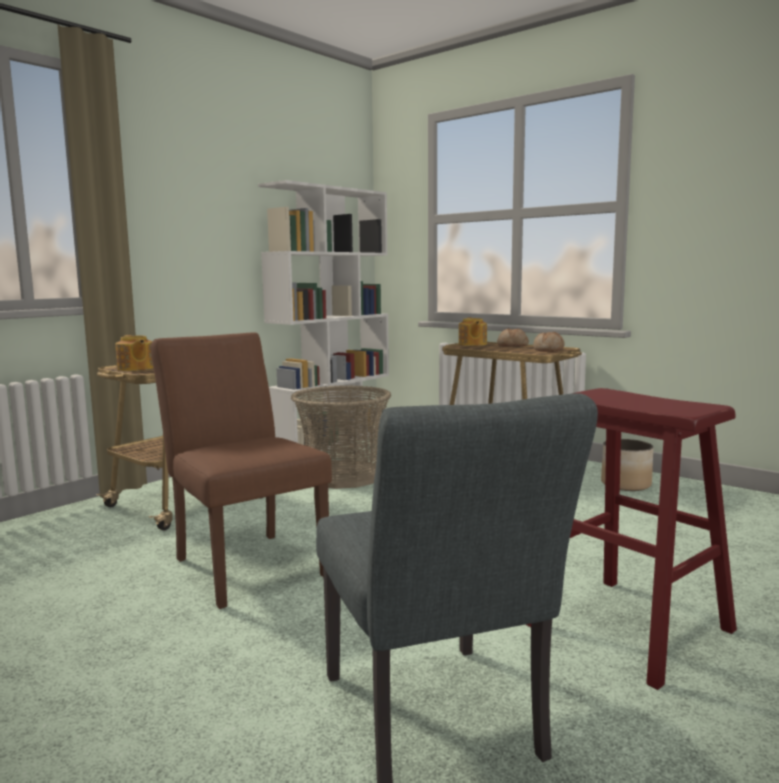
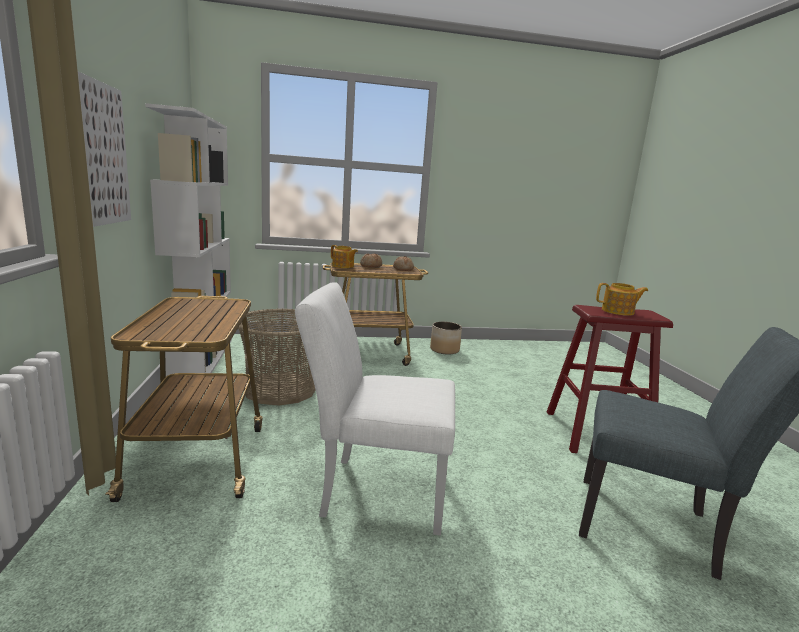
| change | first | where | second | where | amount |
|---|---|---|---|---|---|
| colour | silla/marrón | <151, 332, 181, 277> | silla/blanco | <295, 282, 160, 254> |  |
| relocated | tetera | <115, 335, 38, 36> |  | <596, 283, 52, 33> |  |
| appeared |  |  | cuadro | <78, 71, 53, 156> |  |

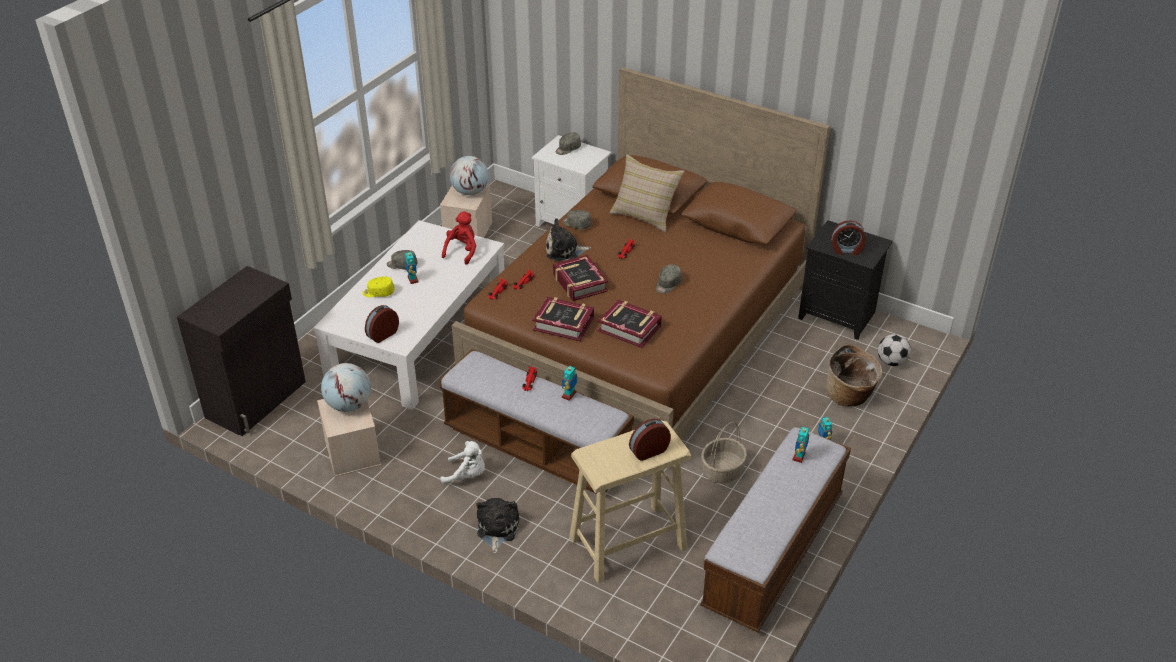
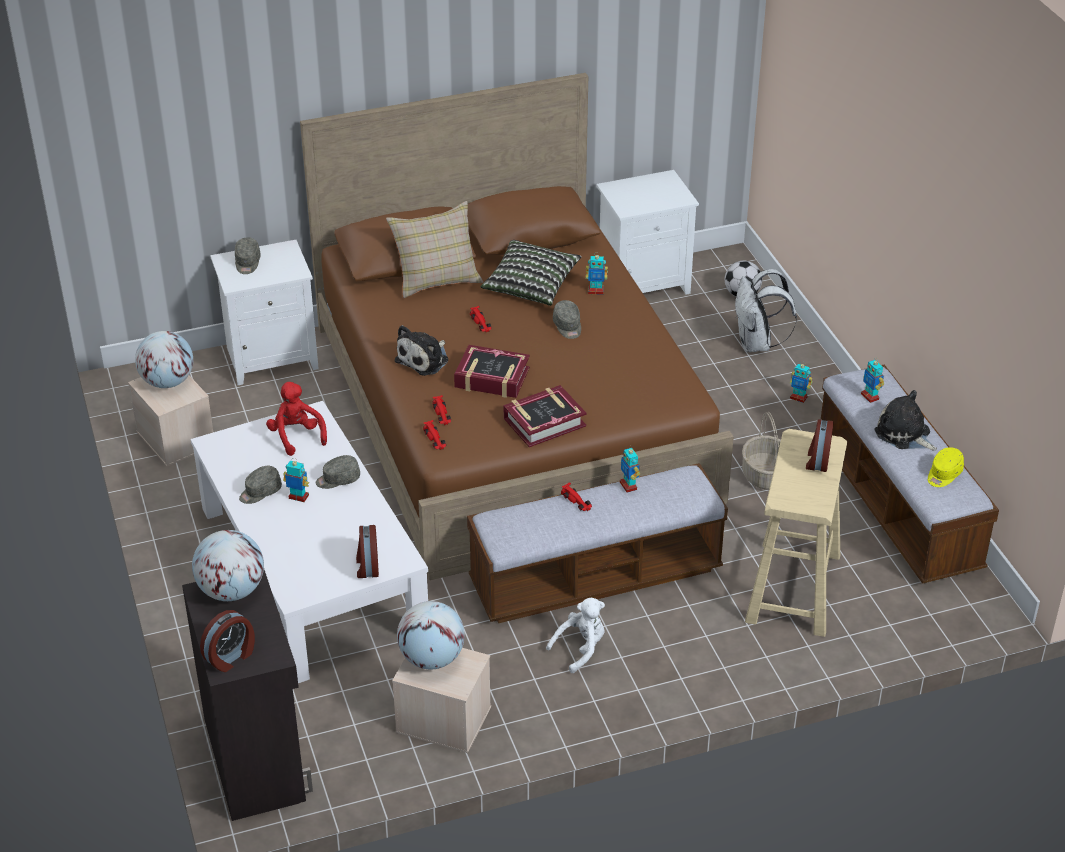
| change | first | where | second | where | amount |
|---|---|---|---|---|---|
| relocated | gorra/gris | <563, 210, 29, 19> |  | <316, 455, 44, 34> |  |
| colour | mesita de noche/negro | <798, 220, 95, 120> | mesita de noche/blanco | <597, 170, 102, 125> |  |
| relocated | despertador | <831, 220, 35, 35> |  | <200, 610, 55, 62> |  |
| relocated | gorra/amarillo | <362, 276, 33, 21> |  | <928, 447, 36, 40> |  |
| missing | libro | <597, 300, 65, 48> |  |  |  |
| exchanged | cesta | <826, 344, 56, 63> | mochila/blanco | <735, 269, 62, 83> |  |
| relocated | peluche | <476, 498, 43, 55> |  | <874, 390, 63, 60> |  |
| appeared |  |  | cojín | <481, 240, 101, 66> |  |
| appeared |  |  | robot de juguete | <586, 252, 22, 43> |  |
| appeared |  |  | globo terráqueo | <192, 530, 72, 71> |  |

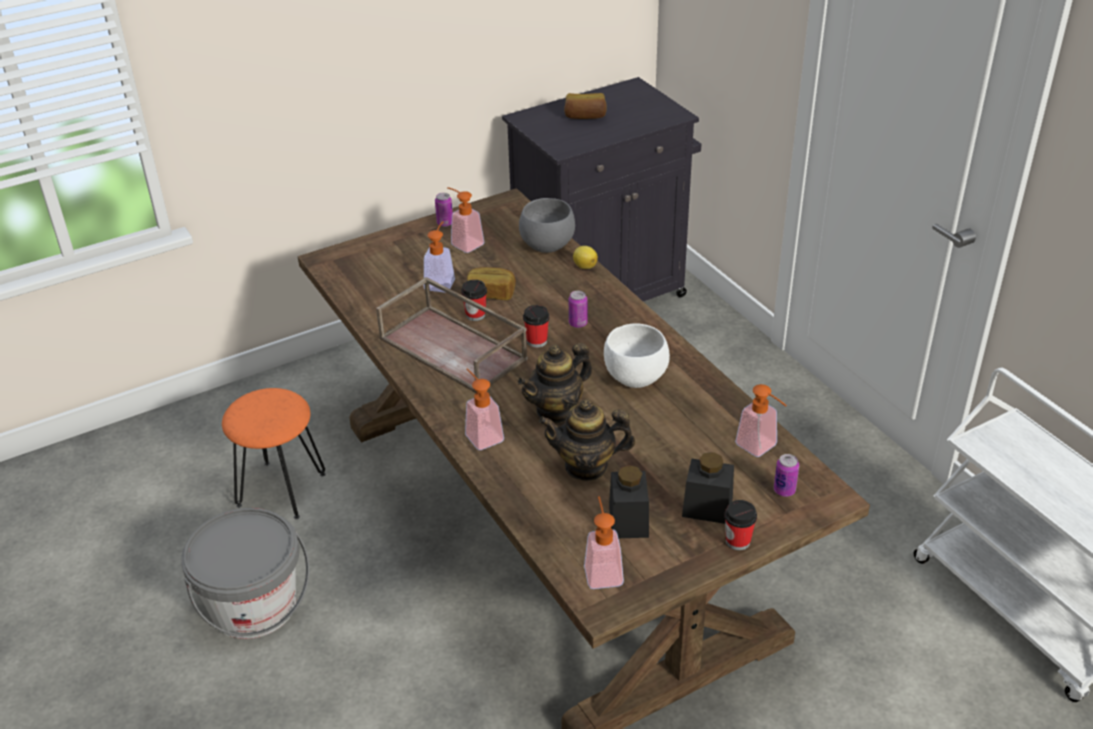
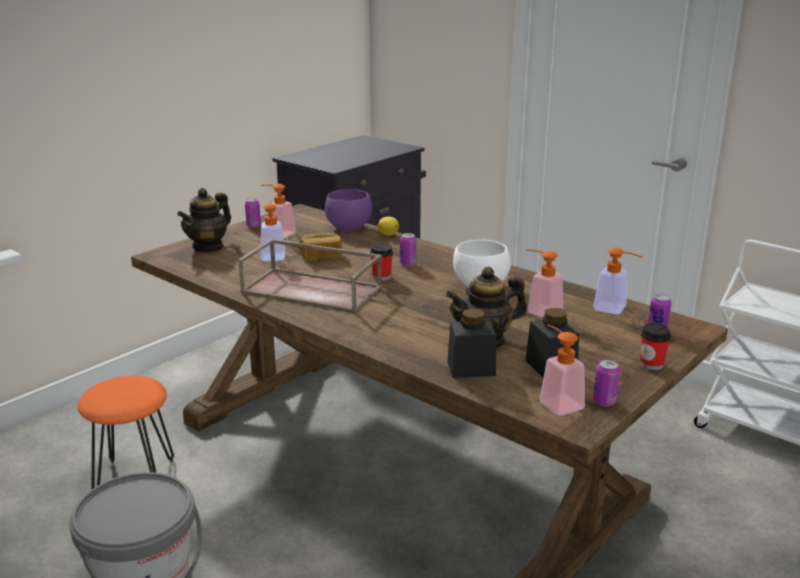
| change | first | where | second | where | amount |
|---|---|---|---|---|---|
| missing | pan | <564, 93, 43, 26> |  |  |  |
| colour | cuenco/gris | <519, 198, 56, 55> | cuenco/morado | <325, 189, 47, 42> |  |
| missing | taza | <461, 280, 26, 41> |  |  |  |
| relocated | tetera | <518, 343, 74, 81> |  | <177, 188, 54, 65> |  |
| relocated | dispensador de jabón | <465, 369, 39, 81> |  | <526, 249, 37, 68> |  |
| relocated | tarro/negro | <682, 452, 52, 72> |  | <447, 308, 49, 70> |  |
| appeared |  |  | lata | <593, 360, 27, 46> |  |

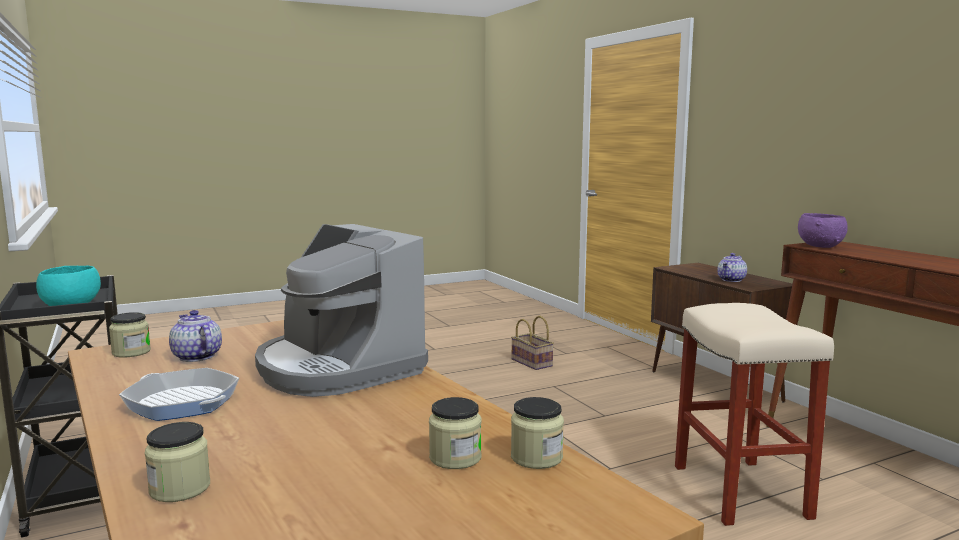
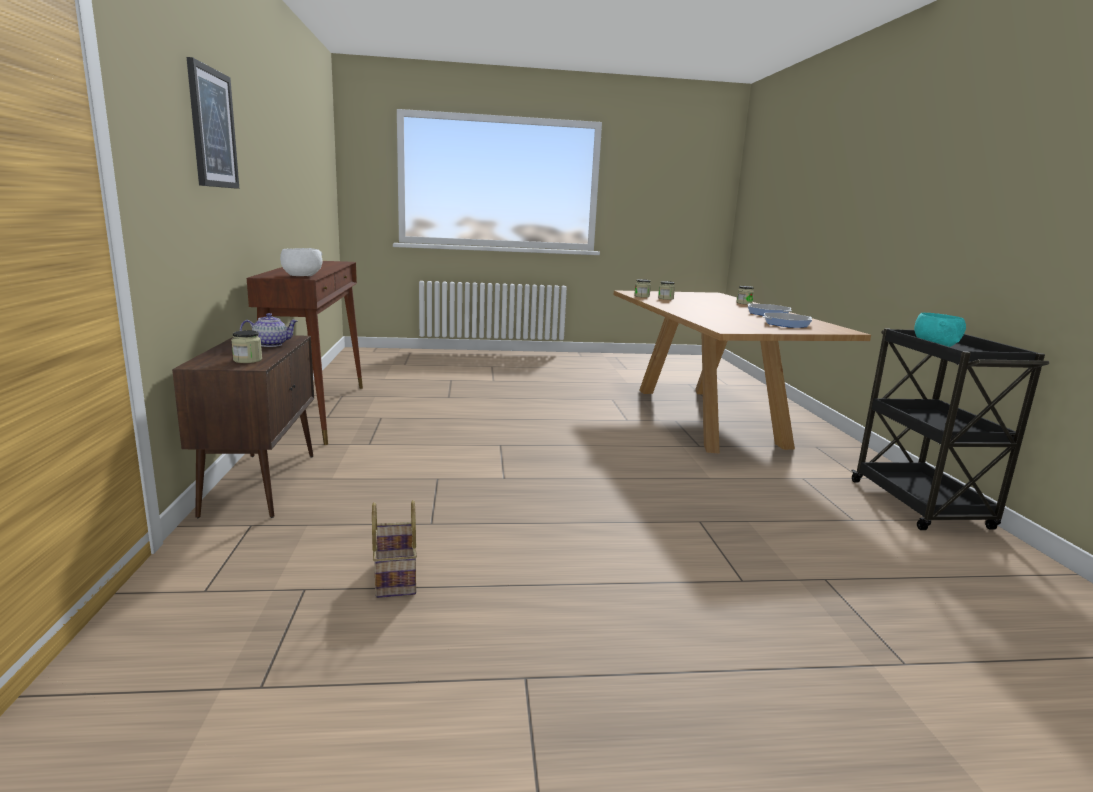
| change | first | where | second | where | amount |
|---|---|---|---|---|---|
| colour | cuenco/morado | <798, 213, 50, 35> | cuenco/blanco | <280, 248, 43, 28> |  |
| missing | cafetera | <255, 224, 173, 173> |  |  |  |
| missing | taburete/beis | <675, 303, 159, 223> |  |  |  |
| exchanged | tetera | <169, 310, 53, 52> | sartén | <762, 313, 50, 14> |  |
| relocated | tarro | <109, 312, 42, 45> |  | <231, 330, 31, 33> |  |
| appeared |  |  | cuadro | <186, 57, 53, 132> |  |

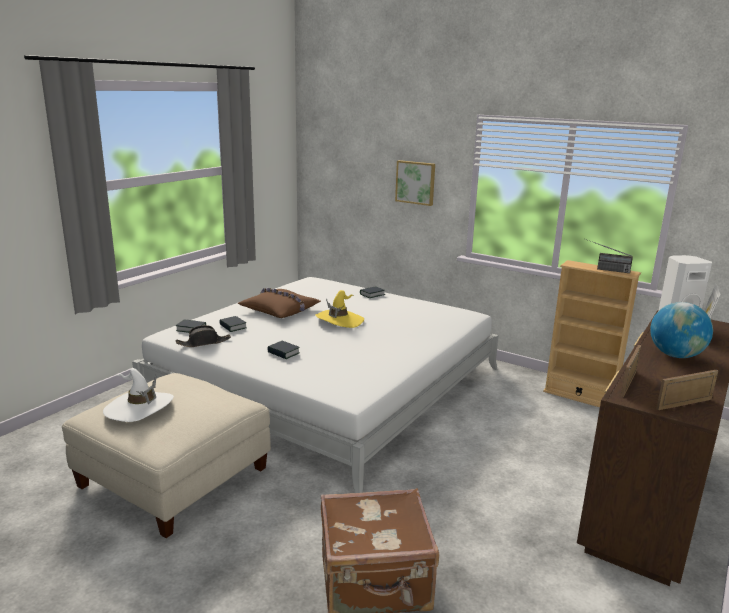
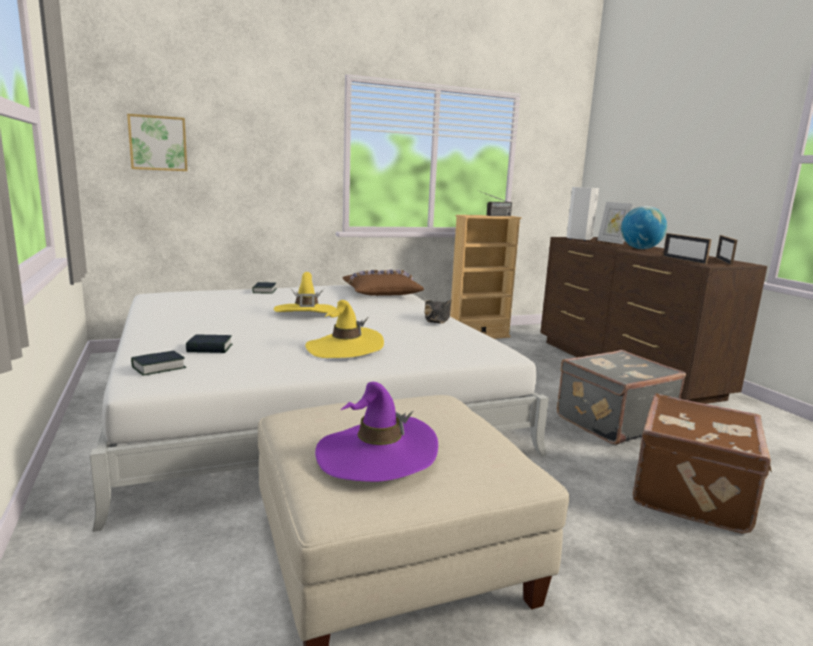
| change | first | where | second | where | amount |
|---|---|---|---|---|---|
| relocated | cuadro | <395, 160, 40, 46> |  | <127, 114, 60, 57> |  |
| relocated | cojín/marrón | <238, 288, 83, 30> |  | <342, 269, 82, 27> |  |
| relocated | sombrero/negro | <176, 325, 55, 22> |  | <424, 300, 27, 24> |  |
| exchanged | libro | <267, 341, 33, 18> | sombrero/amarillo | <305, 300, 79, 58> |  |
| colour | sombrero/blanco | <103, 368, 71, 54> | sombrero/morado | <315, 382, 123, 100> |  |
| appeared |  |  | maleta/gris | <557, 350, 129, 95> |  |

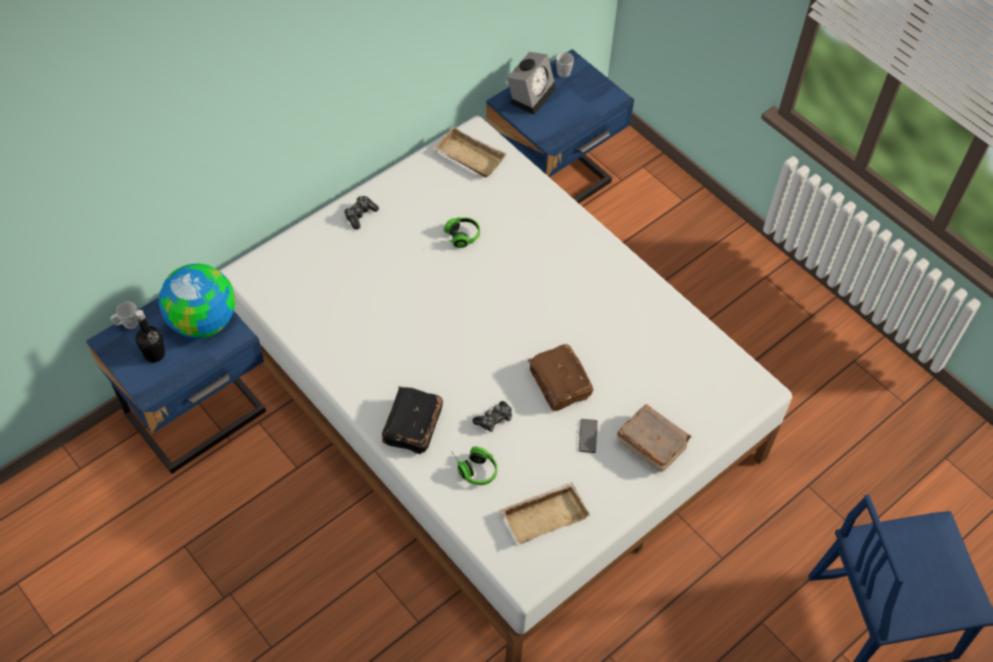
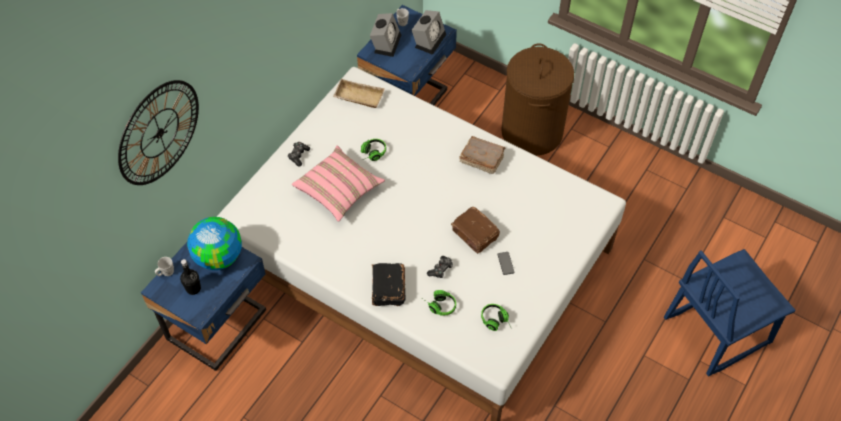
| change | first | where | second | where | amount |
|---|---|---|---|---|---|
| relocated | libro/marrón | <616, 404, 75, 68> |  | <460, 136, 45, 38> |  |
| exchanged | bandeja/beis | <501, 482, 89, 62> | auriculares | <481, 304, 31, 27> |  |
| appeared |  |  | despertador | <412, 10, 34, 45> |  |
| appeared |  |  | cesto de la ropa/marrón | <501, 43, 73, 113> |  |
| appeared |  |  | reloj de pared | <118, 80, 81, 105> |  |
| appeared |  |  | cojín/rosa | <292, 146, 93, 75> |  |

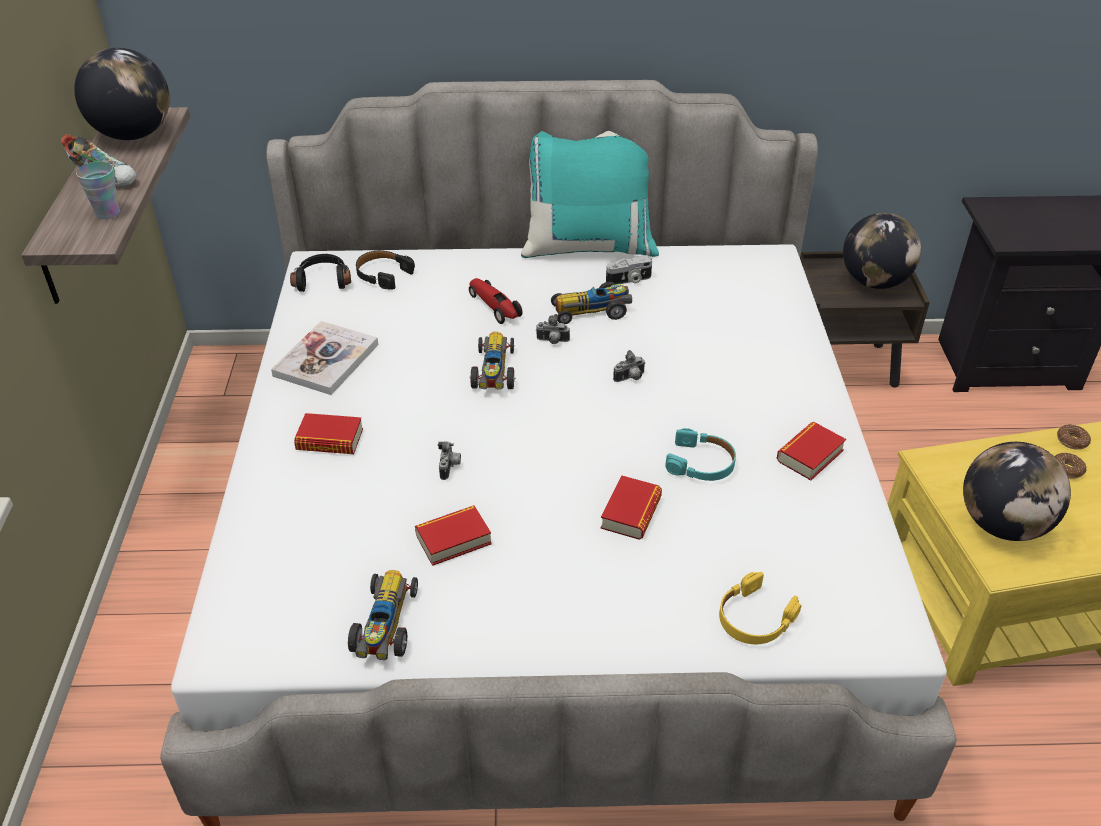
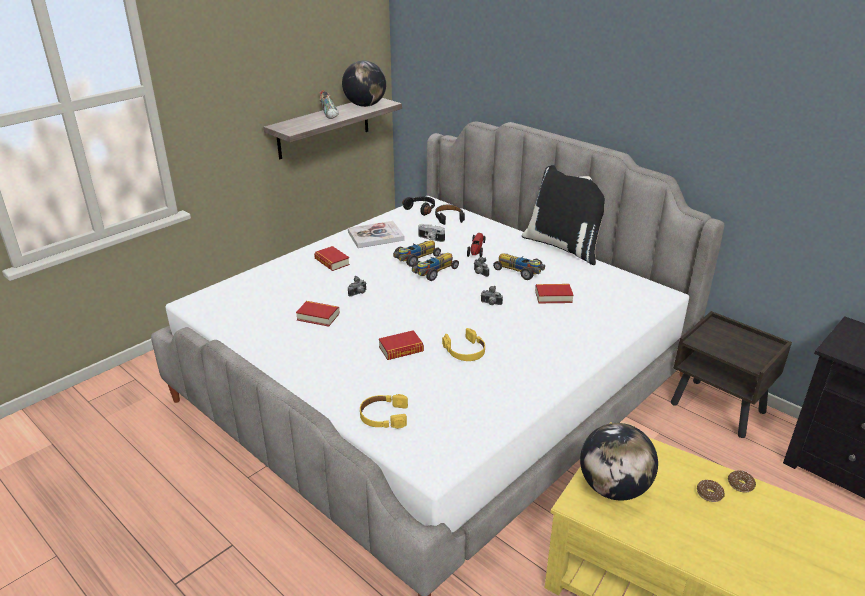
| change | first | where | second | where | amount |
|---|---|---|---|---|---|
| colour | cojín/turquesa | <521, 131, 138, 127> | cojín/negro | <522, 165, 83, 100> |  |
| missing | taza | <76, 161, 44, 58> |  |  |  |
| missing | globo terráqueo | <843, 213, 78, 76> |  |  |  |
| relocated | cámara | <606, 255, 46, 29> |  | <418, 224, 27, 18> |  |
| relocated | libro | <776, 422, 70, 58> |  | <535, 284, 38, 19> |  |
| colour | auriculares/turquesa | <666, 428, 70, 53> | auriculares/amarillo | <442, 328, 43, 33> |  |
| relocated | coche de juguete | <348, 570, 70, 90> |  | <393, 240, 48, 27> |  |

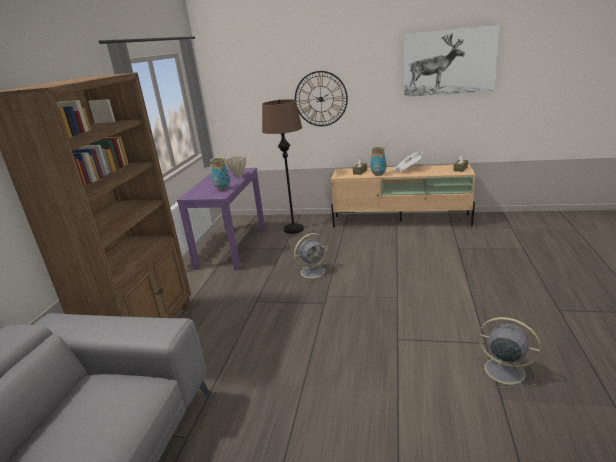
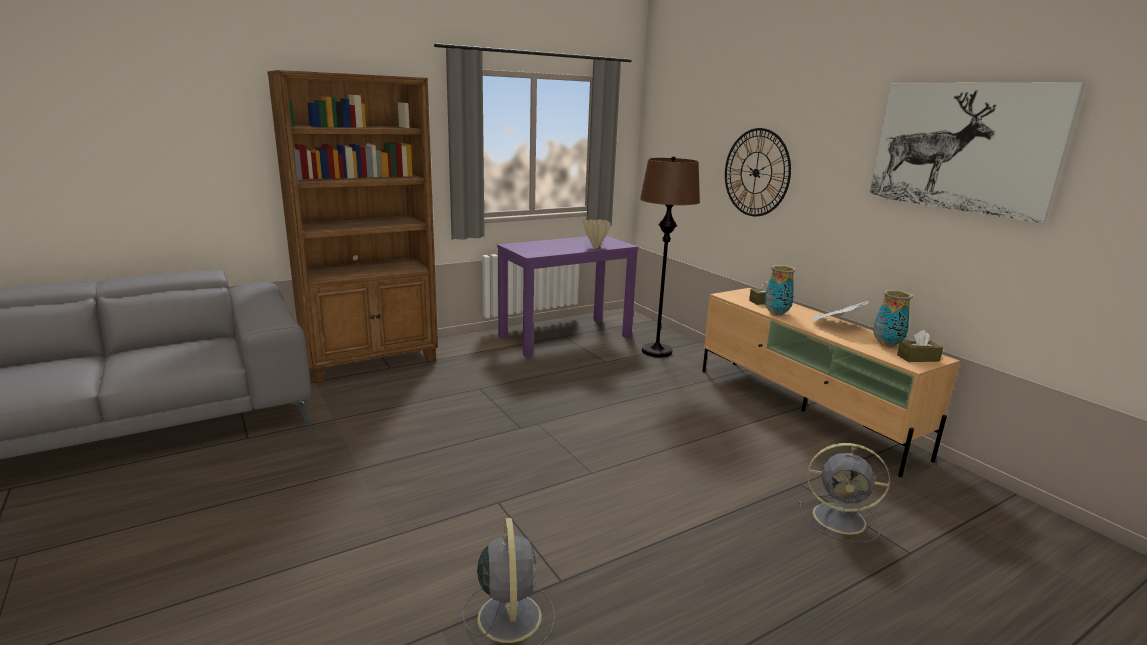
| change | first | where | second | where | amount |
|---|---|---|---|---|---|
| relocated | florero | <210, 157, 20, 33> |  | <873, 290, 40, 57> |  |
| relocated | ventilador/gris | <293, 233, 39, 48> |  | <799, 443, 91, 100> |  |

